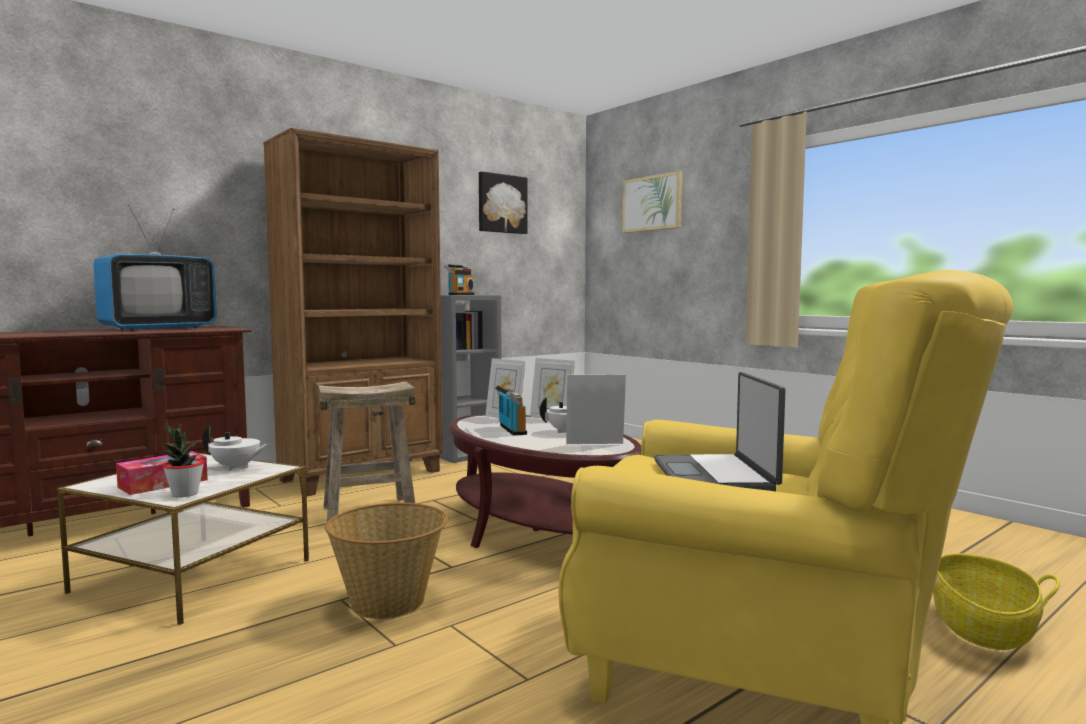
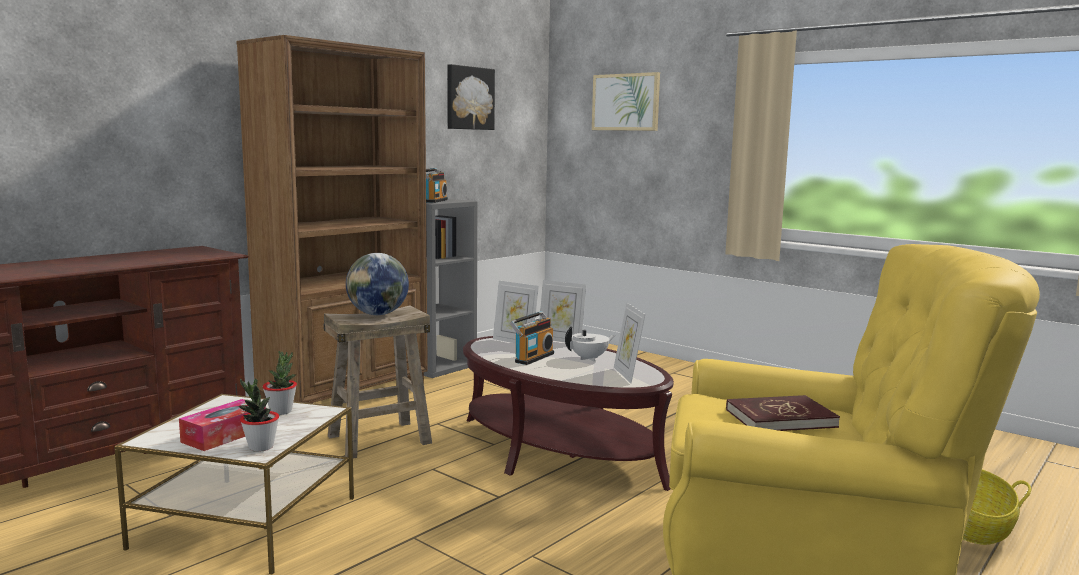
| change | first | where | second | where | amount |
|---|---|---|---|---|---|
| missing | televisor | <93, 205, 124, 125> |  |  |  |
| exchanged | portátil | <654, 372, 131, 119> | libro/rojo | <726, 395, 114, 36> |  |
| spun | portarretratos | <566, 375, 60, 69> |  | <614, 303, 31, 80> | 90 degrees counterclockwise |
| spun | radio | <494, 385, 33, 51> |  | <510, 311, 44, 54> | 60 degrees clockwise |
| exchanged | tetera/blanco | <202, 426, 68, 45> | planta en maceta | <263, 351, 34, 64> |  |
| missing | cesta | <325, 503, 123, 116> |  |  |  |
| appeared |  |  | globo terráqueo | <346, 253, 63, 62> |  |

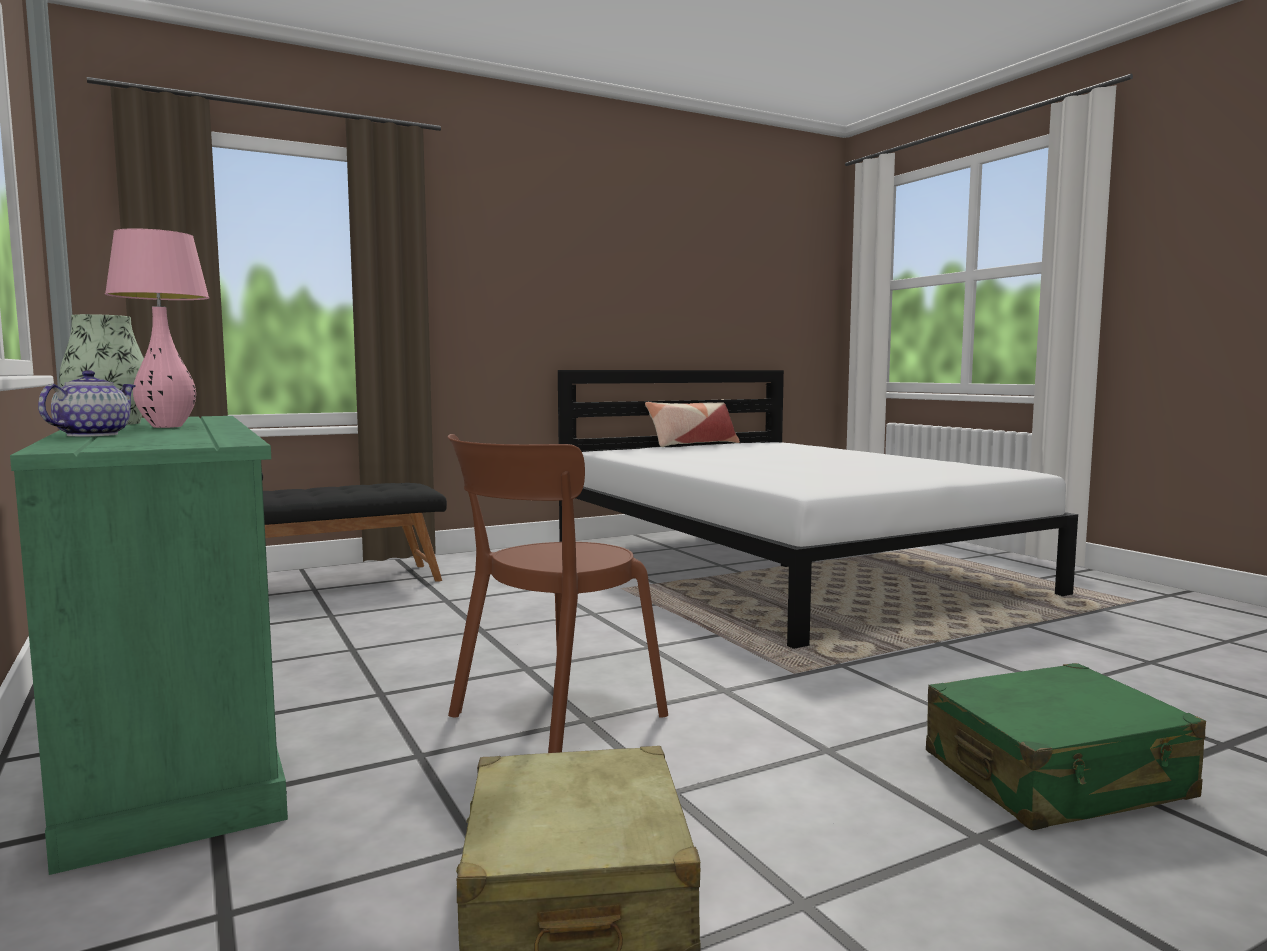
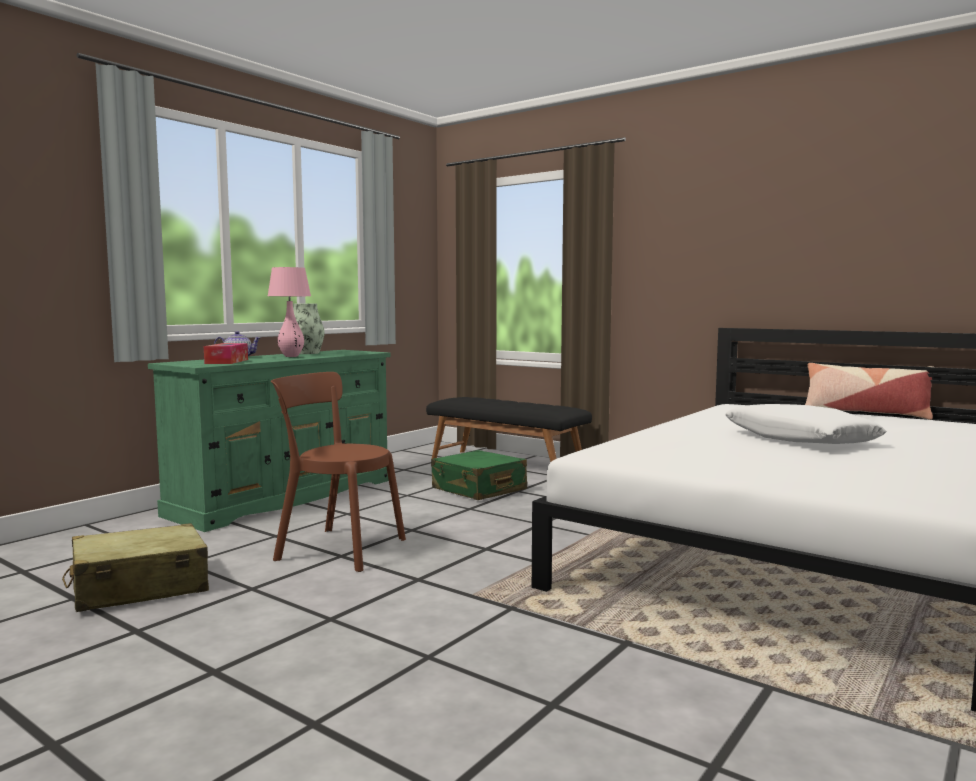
| change | first | where | second | where | amount |
|---|---|---|---|---|---|
| relocated | maleta/verde | <926, 663, 280, 167> |  | <431, 450, 96, 50> |  |
| appeared |  |  | caja de pañuelos | <204, 343, 44, 21> |  |
| appeared |  |  | cojín/blanco | <725, 404, 162, 40> |  |

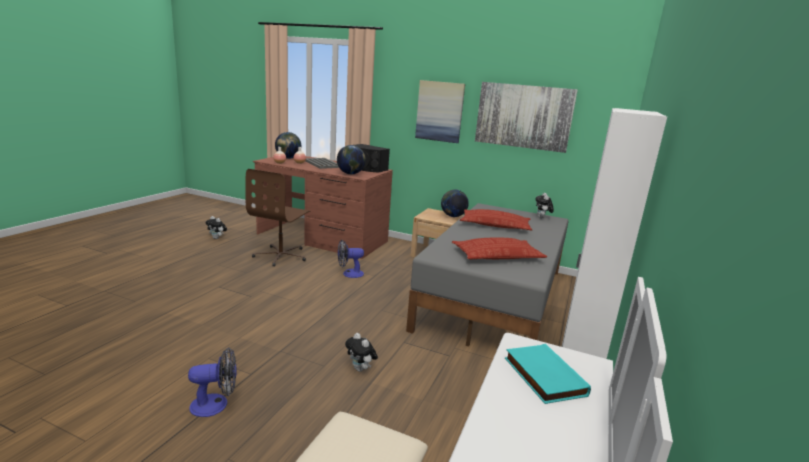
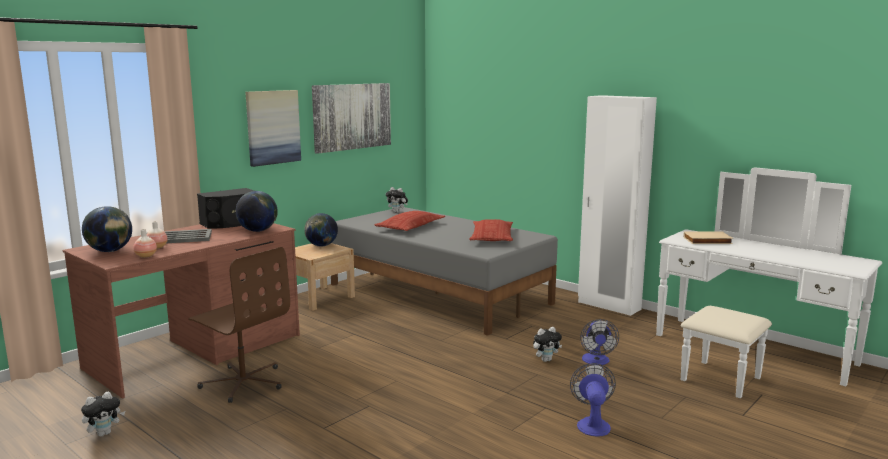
| change | first | where | second | where | amount |
|---|---|---|---|---|---|
| relocated | ventilador | <338, 240, 26, 38> |  | <580, 319, 39, 46> |  |
| colour | libro/turquesa | <505, 344, 86, 60> | libro/beis | <683, 231, 50, 13> |  |

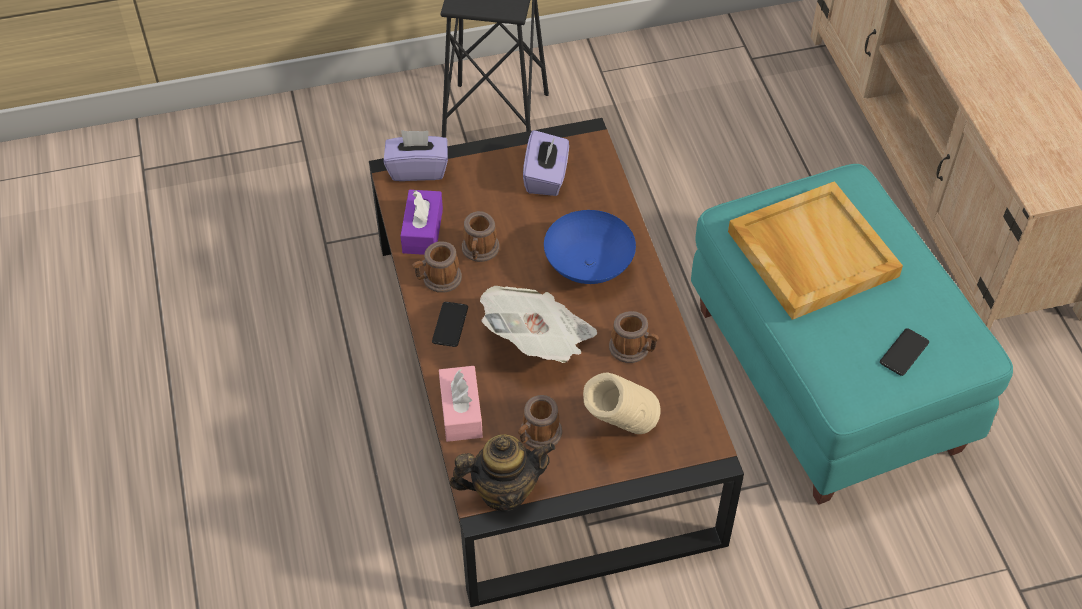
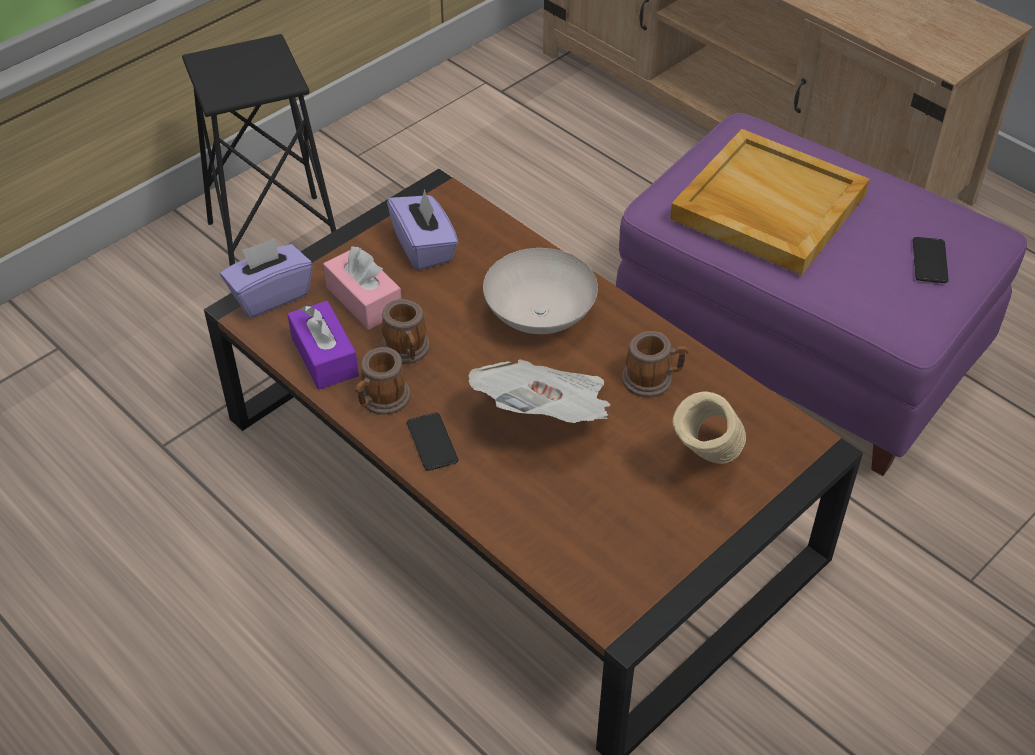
| change | first | where | second | where | amount |
|---|---|---|---|---|---|
| colour | puf/turquesa | <691, 164, 322, 341> | puf/morado | <616, 113, 411, 363> |  |
| colour | cuenco/azul | <544, 210, 92, 74> | cuenco/blanco | <483, 248, 115, 86> |  |
| relocated | caja de pañuelos/rosa | <439, 366, 44, 76> |  | <323, 246, 78, 84> |  |
| missing | taza grande | <518, 395, 44, 54> |  |  |  |
| missing | tetera | <450, 435, 105, 77> |  |  |  |

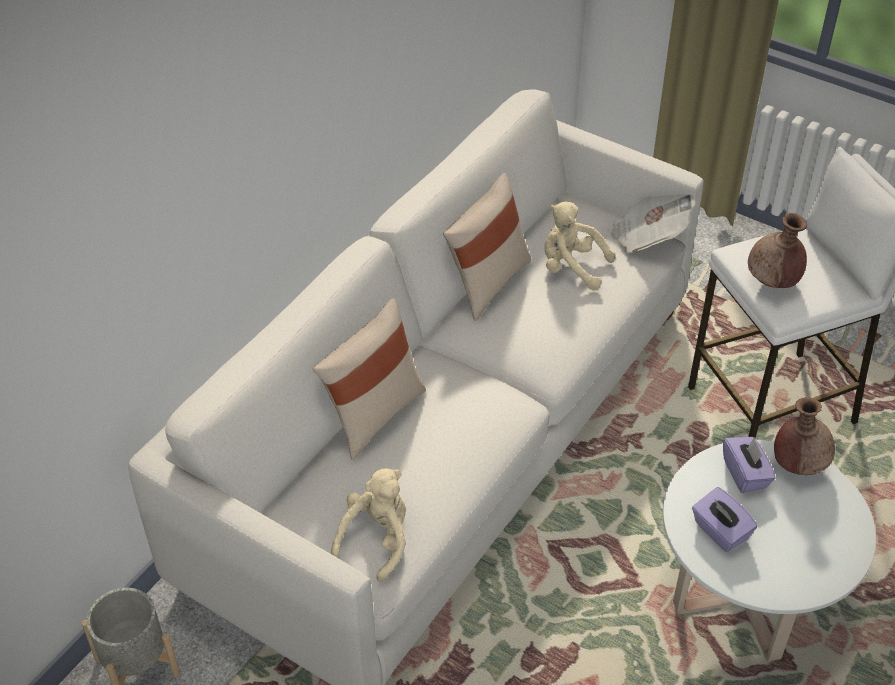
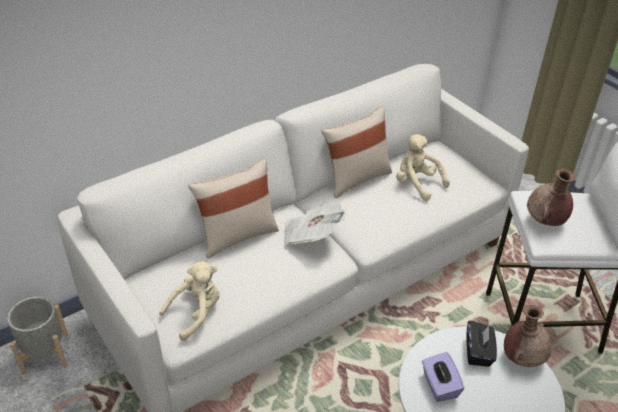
| change | first | where | second | where | amount |
|---|---|---|---|---|---|
| relocated | periódico | <607, 194, 89, 59> |  | <284, 203, 61, 41> |  |
| colour | caja de pañuelos/morado | <723, 437, 53, 56> | caja de pañuelos/negro | <467, 320, 30, 47> |  |

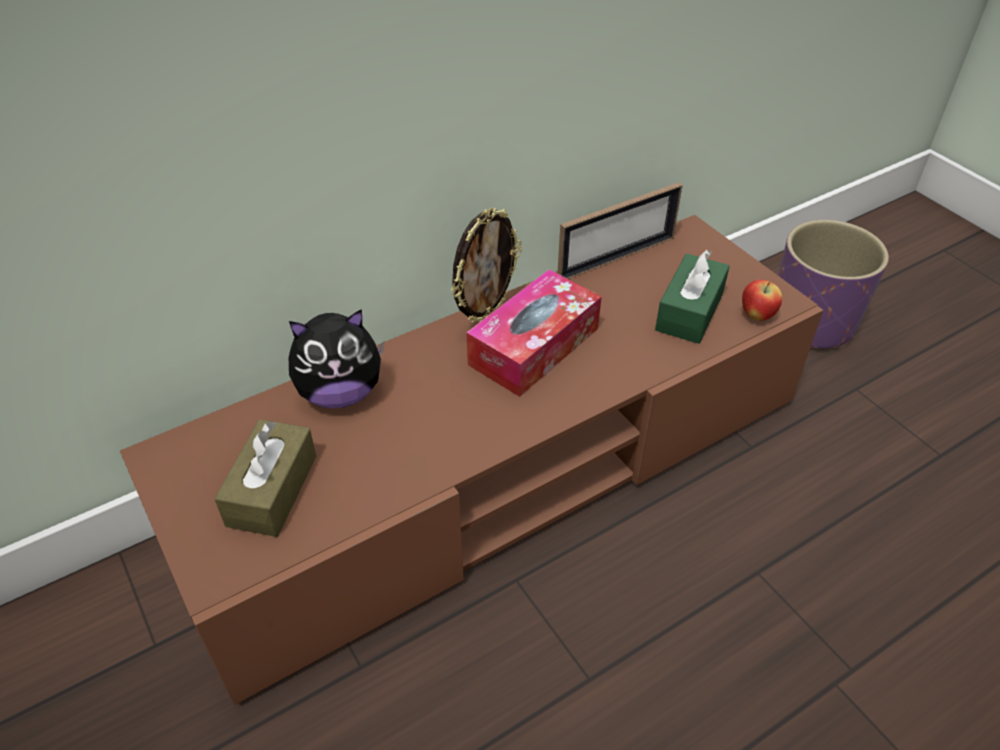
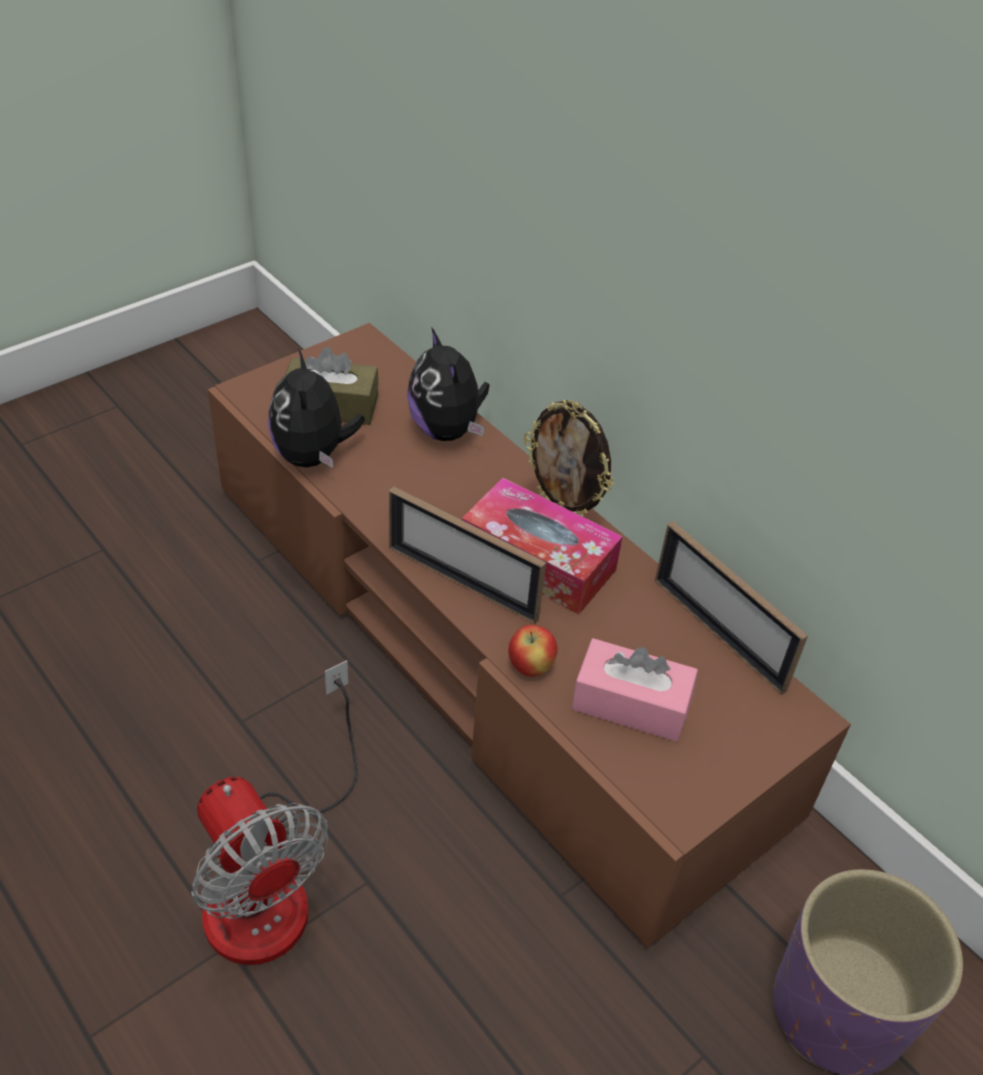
| change | first | where | second | where | amount |
|---|---|---|---|---|---|
| colour | caja de pañuelos/verde | <655, 250, 75, 94> | caja de pañuelos/rosa | <572, 638, 126, 104> |  |
| relocated | manzana | <742, 280, 40, 41> |  | <508, 625, 50, 52> |  |
| appeared |  |  | peluche | <268, 349, 97, 119> |  |
| appeared |  |  | portarretratos | <389, 486, 157, 138> |  |
| appeared |  |  | ventilador | <191, 660, 167, 305> |  |

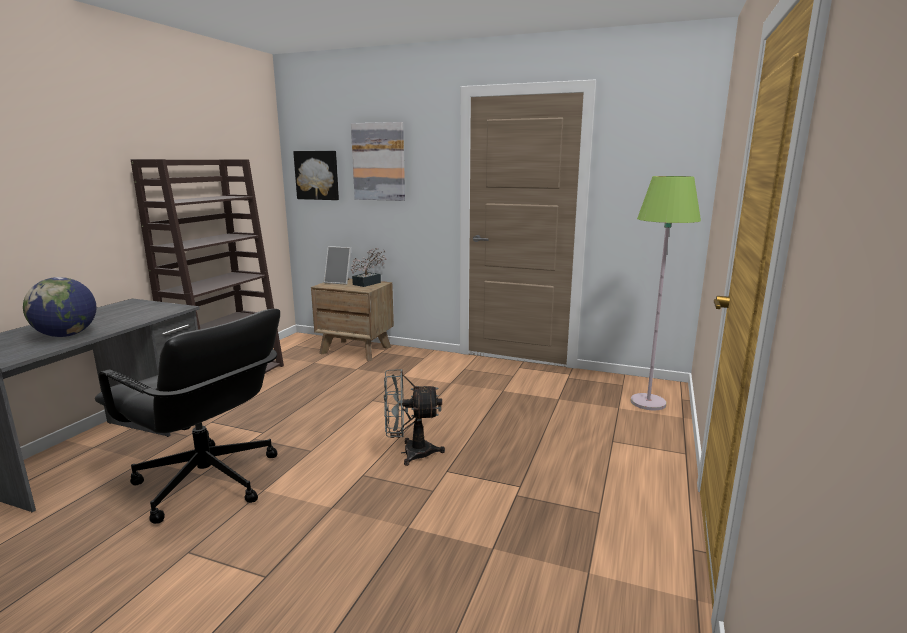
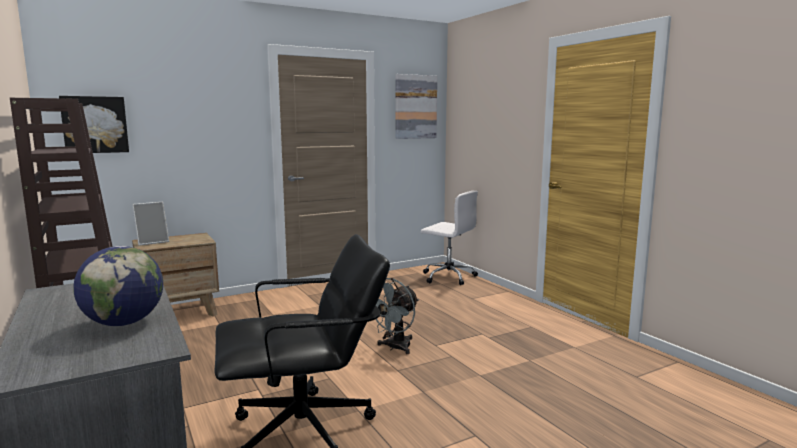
| change | first | where | second | where | amount |
|---|---|---|---|---|---|
| relocated | cuadro | <351, 122, 54, 79> |  | <395, 74, 42, 65> |  |
| exchanged | lámpara de pie/verde | <631, 176, 70, 234> | silla de oficina/blanco | <421, 190, 57, 95> |  |
| missing | planta en maceta | <351, 248, 36, 39> |  |  |  |

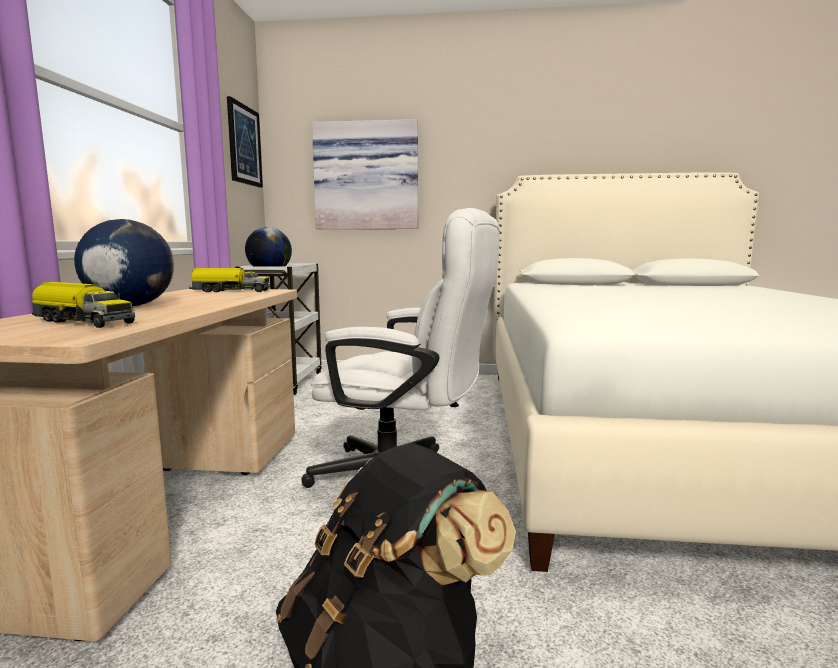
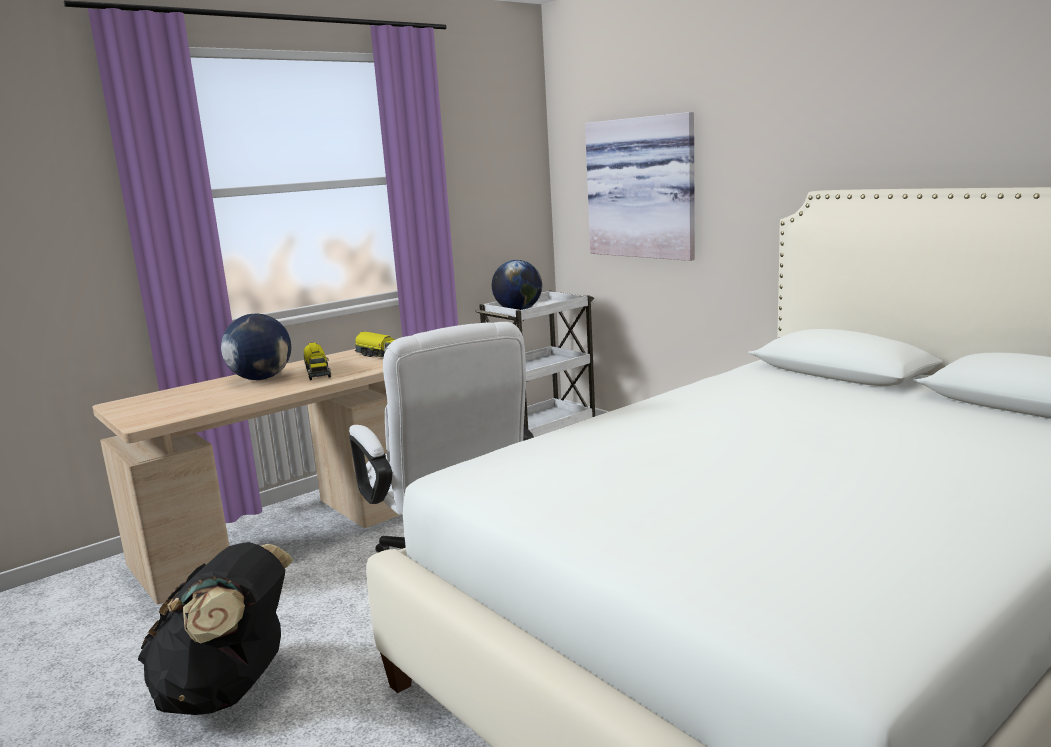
| change | first | where | second | where | amount |
|---|---|---|---|---|---|
| missing | cuadro | <227, 96, 36, 92> |  |  |  |
| relocated | camión de juguete | <32, 282, 103, 46> |  | <304, 342, 27, 38> |  |

